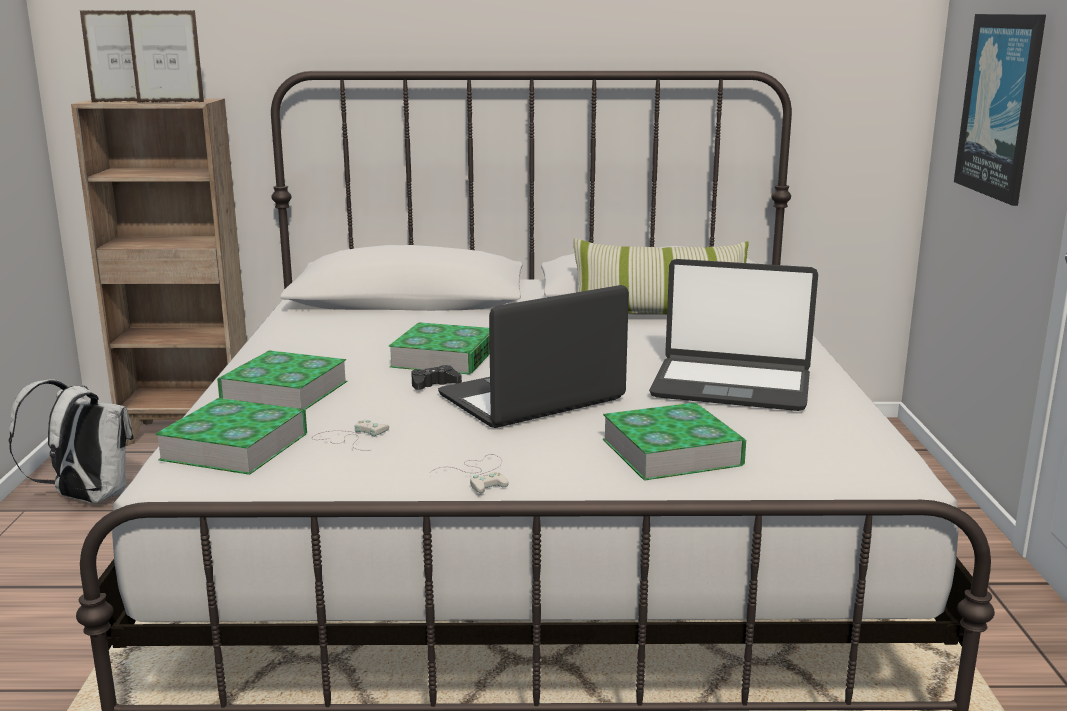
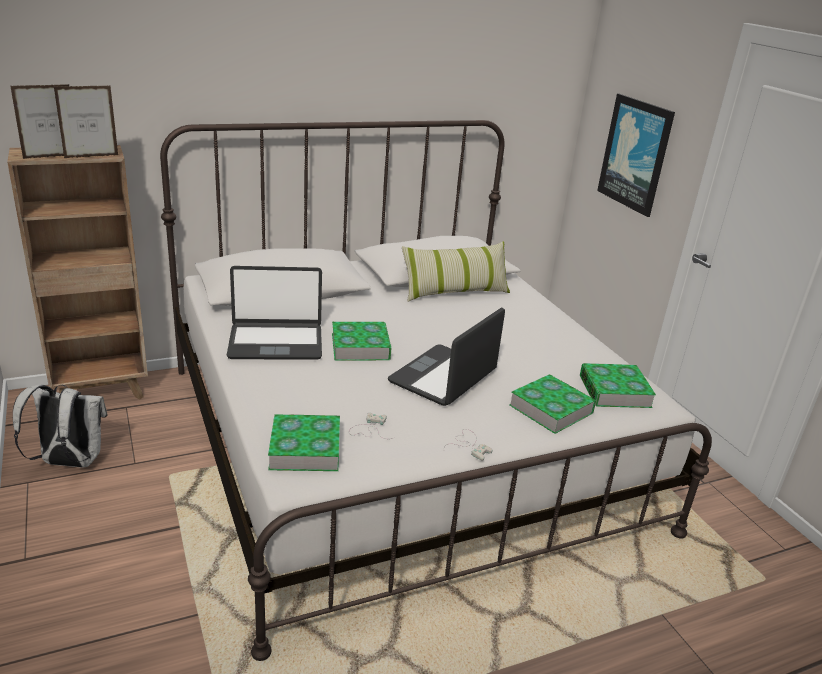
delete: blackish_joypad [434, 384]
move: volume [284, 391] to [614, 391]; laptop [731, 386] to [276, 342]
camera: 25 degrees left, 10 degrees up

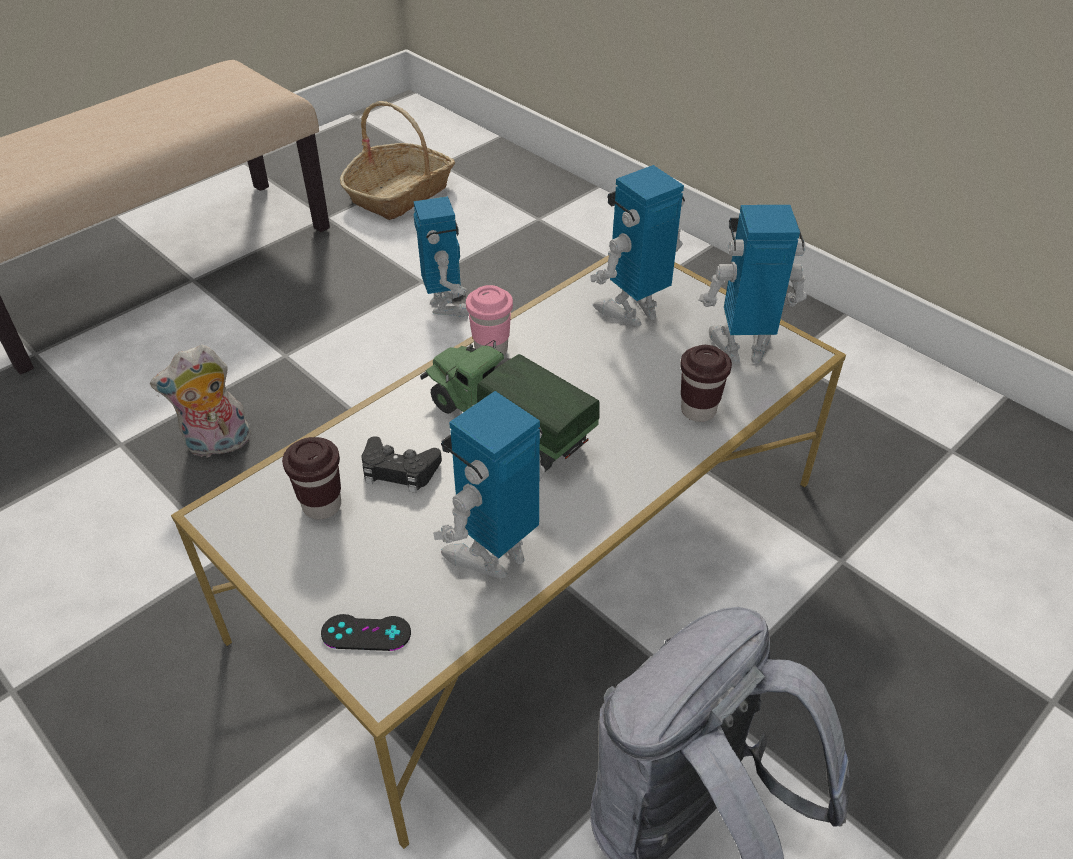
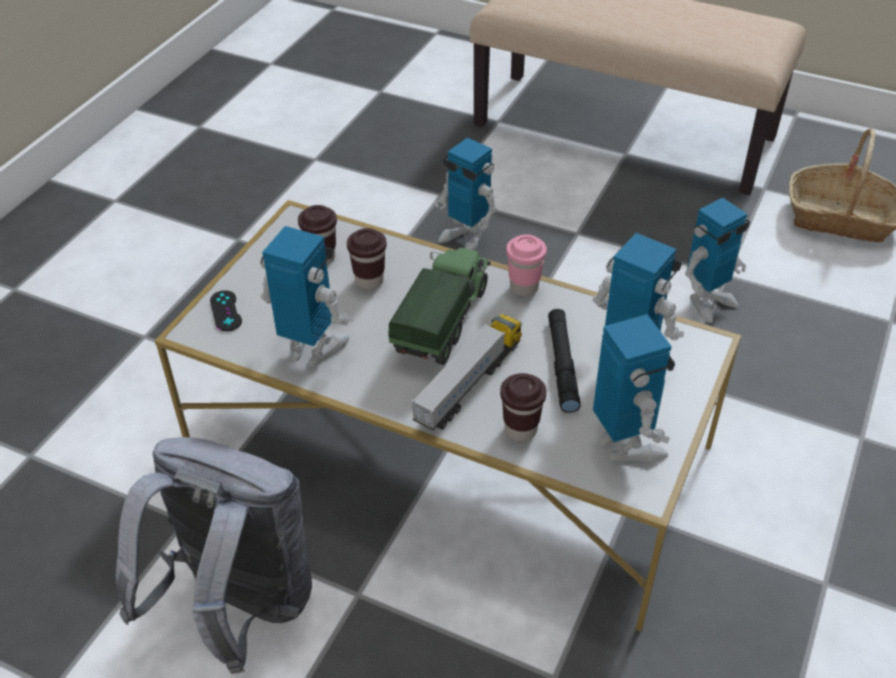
insert: toy_lorry [469, 384]; blackish_flashlight [562, 365]
replace: soft_toy [218, 445] to robot_figure [465, 238]; blackish_joypad [399, 470] to brown_cup [369, 281]
camera: 70 degrees right, 0 degrees up

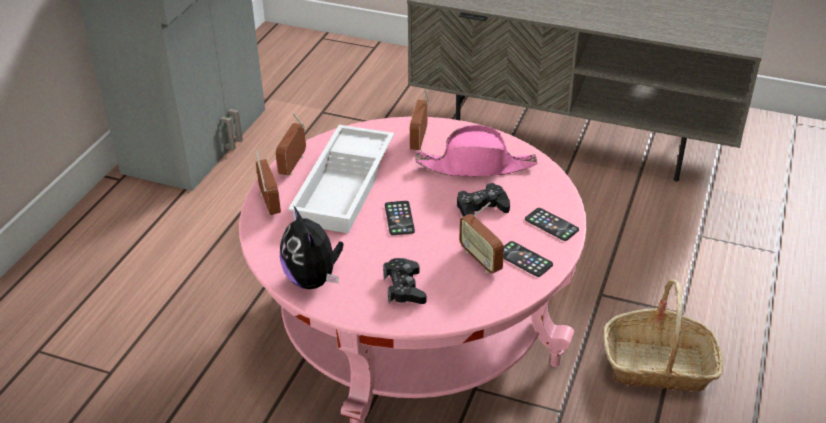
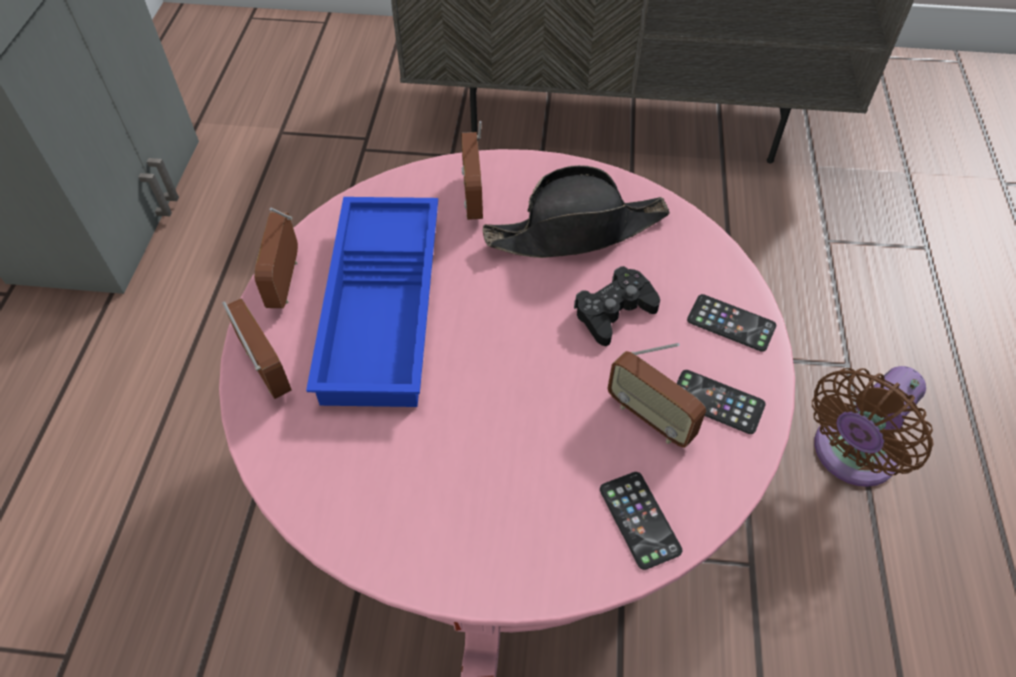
delete: soft_toy [313, 280]; blackish_joypad [404, 288]
move: phone [399, 218] to [639, 520]
replace: storage_basket [659, 365] to brown_cooling_fan [849, 455]
recolor: white-coloured_tray [346, 186] to blue-coloured_tray [385, 309]; pink-coloured_wearable_hat [476, 166] to blackish_wearable_hat [577, 231]
camera: 15 degrees left, 15 degrees up

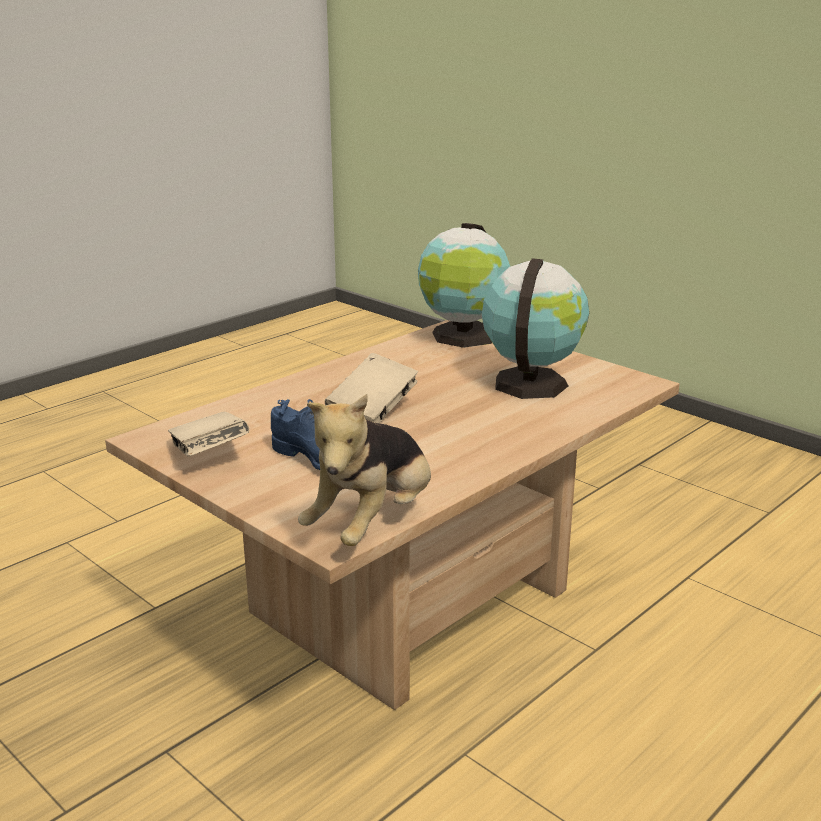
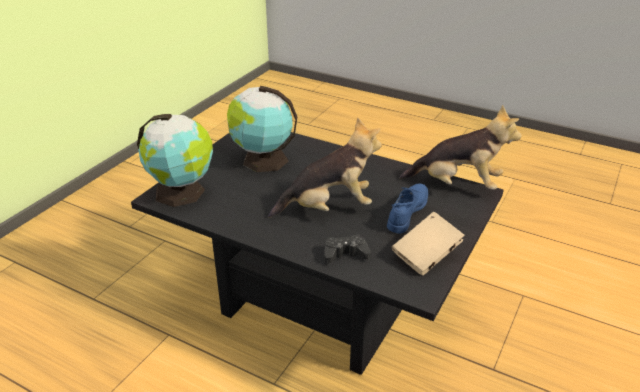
insert: blackish_joypad [345, 254]
replace: beige-coloured_volume [372, 410] to soft_toy [329, 207]
recolor: beige-coloured_low_table [410, 601] to blackish_low_table [319, 302]
camera: 105 degrees left, 10 degrees up

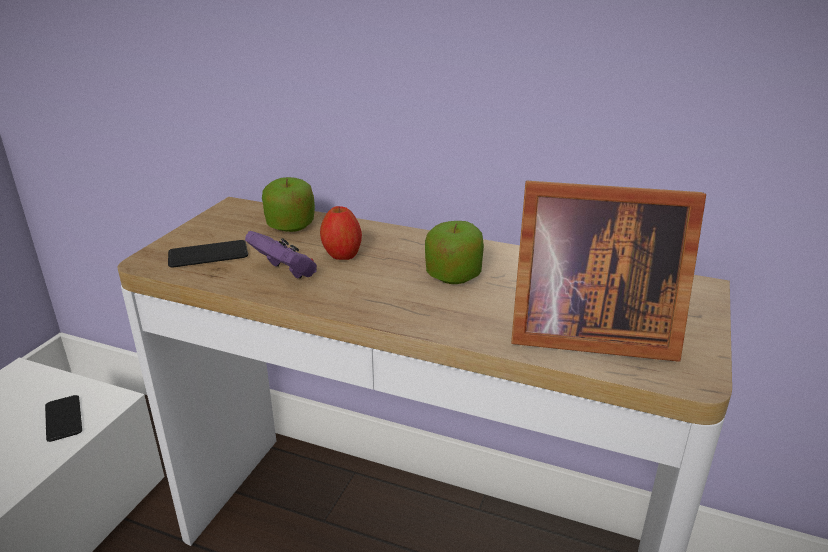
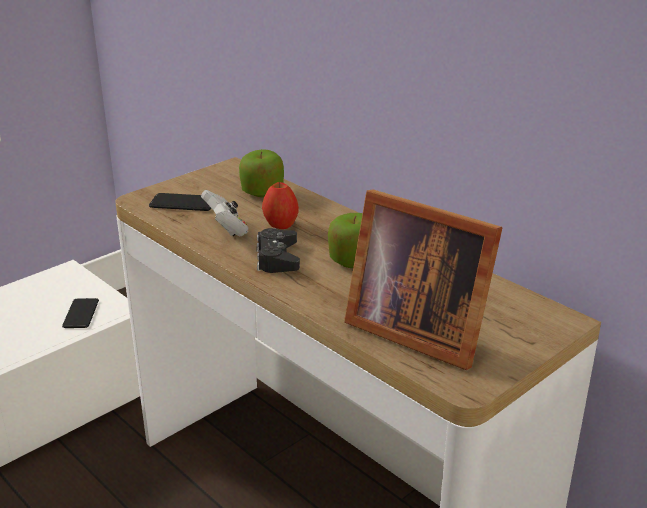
insert: blackish_joypad [277, 258]
recolor: purplish_joypad [285, 273] to white-coloured_joypad [226, 230]
camera: 25 degrees right, 0 degrees up

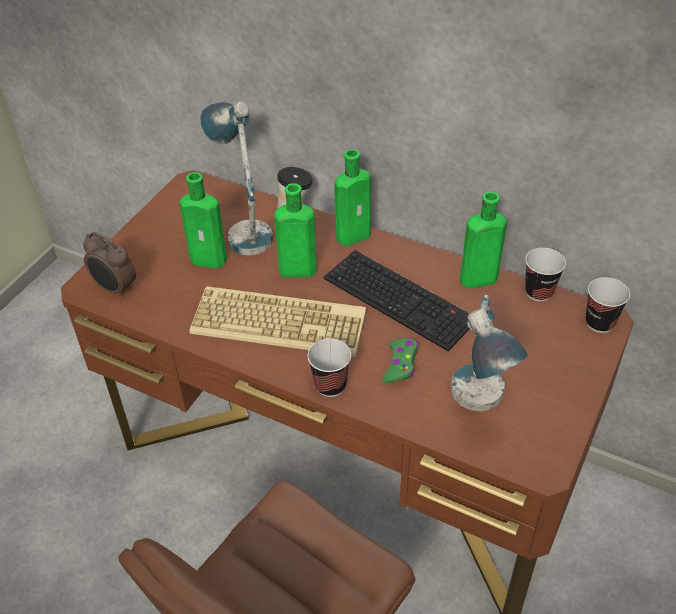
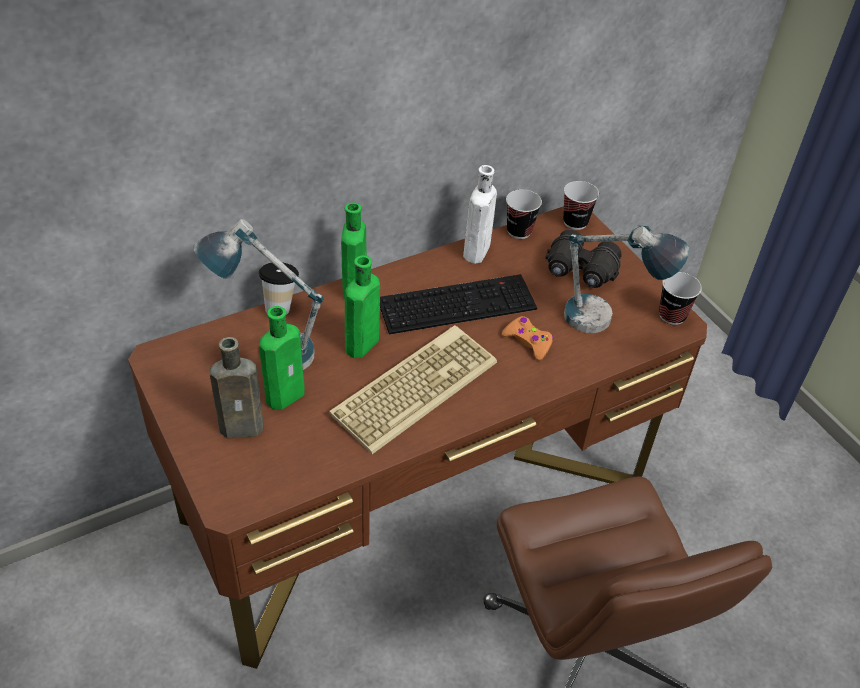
delete: bedside_clock [115, 289]
insert: brown_bottle [245, 427]; blackish_field_glasses [580, 271]
move: cup [330, 385] to [672, 315]
recolor: green_joypad [400, 365] to orange-coloured_joypad [528, 342]; green_bottle [476, 280] to white-coloured_bottle [476, 253]
camera: 60 degrees left, 0 degrees up

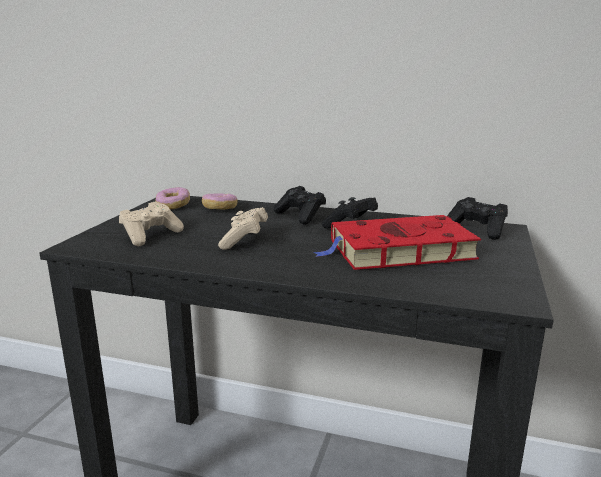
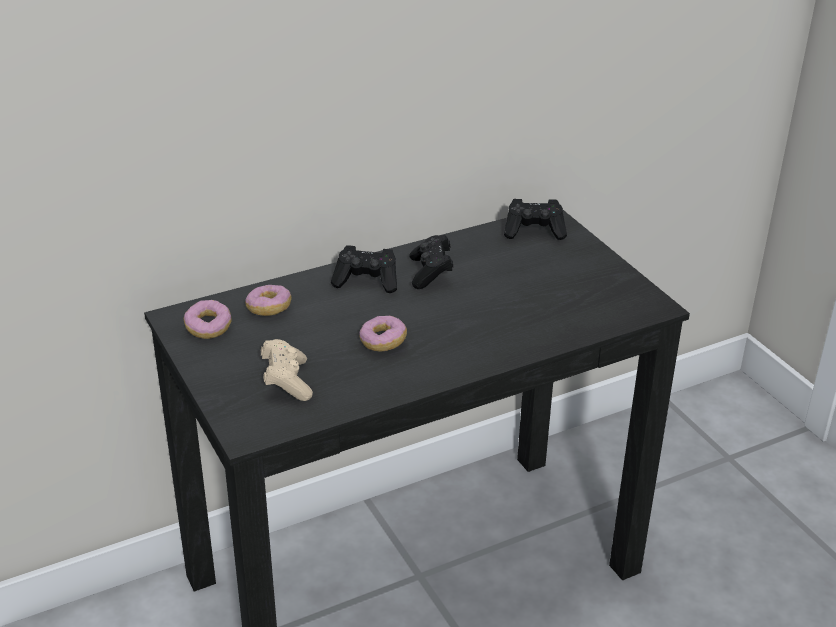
delete: red_volume [397, 251]
replace: beige-coloured_joypad [244, 241] to ring_doughnut [383, 342]
camera: 45 degrees left, 15 degrees up

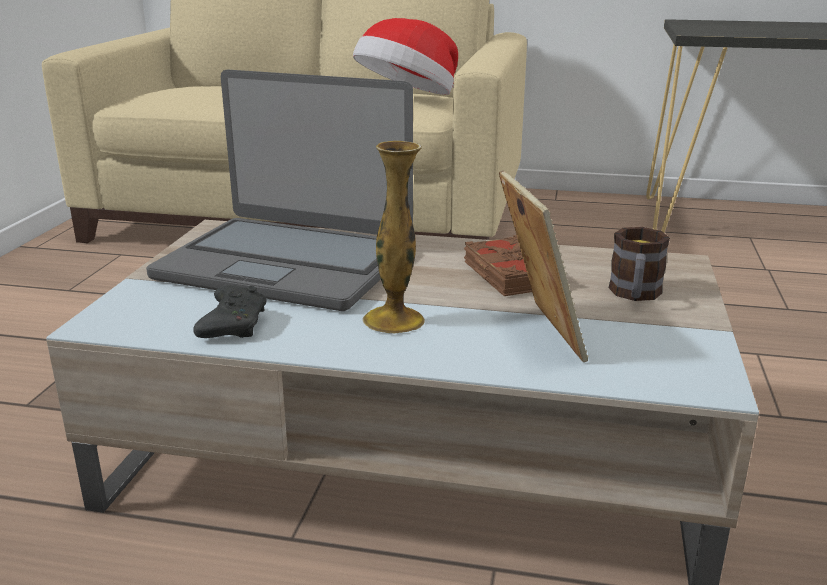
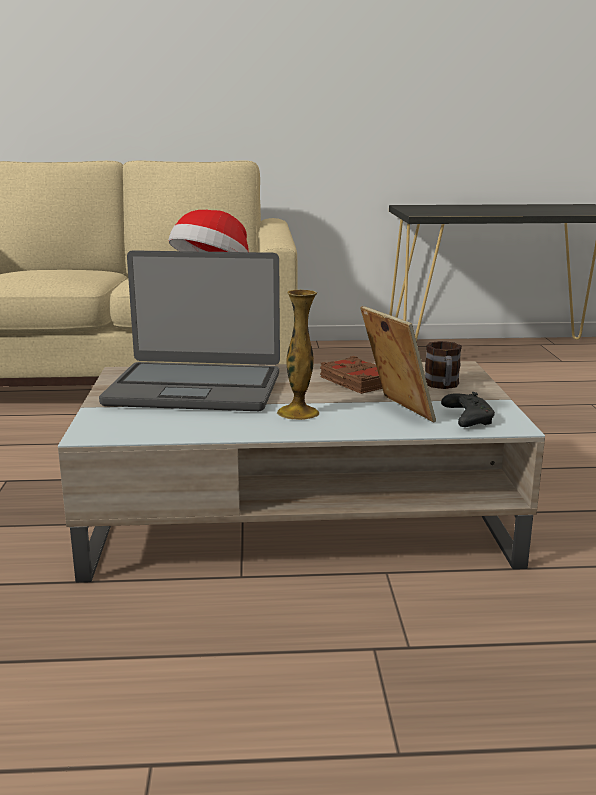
move: blackish_joypad [233, 324] to [467, 419]
camera: 15 degrees left, 5 degrees down

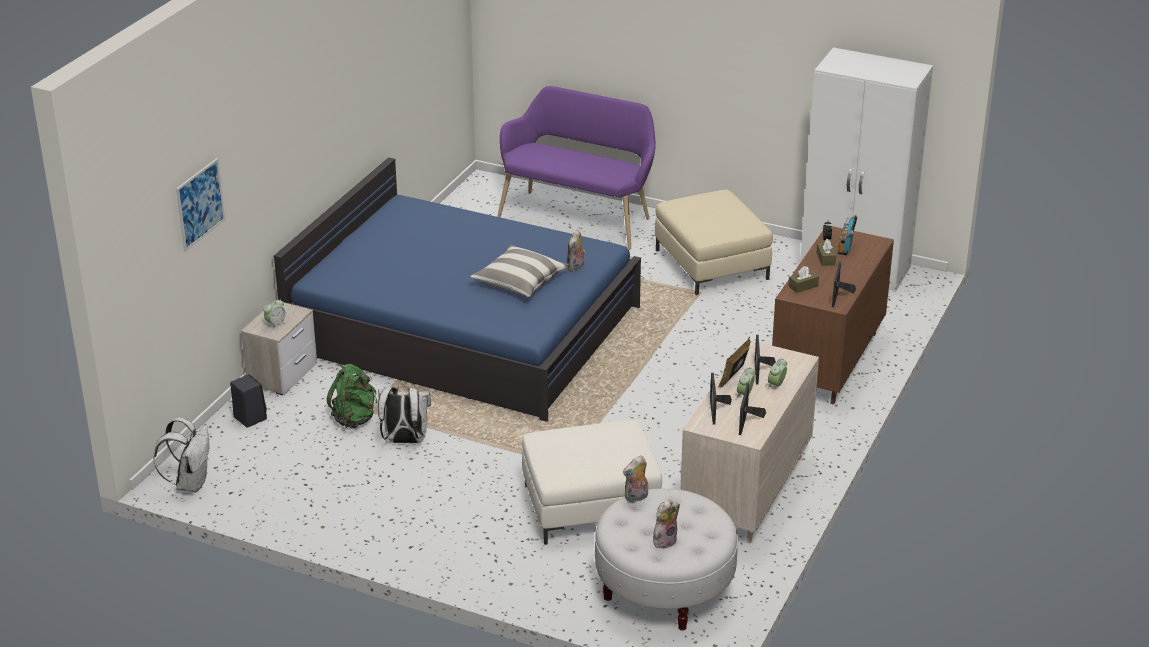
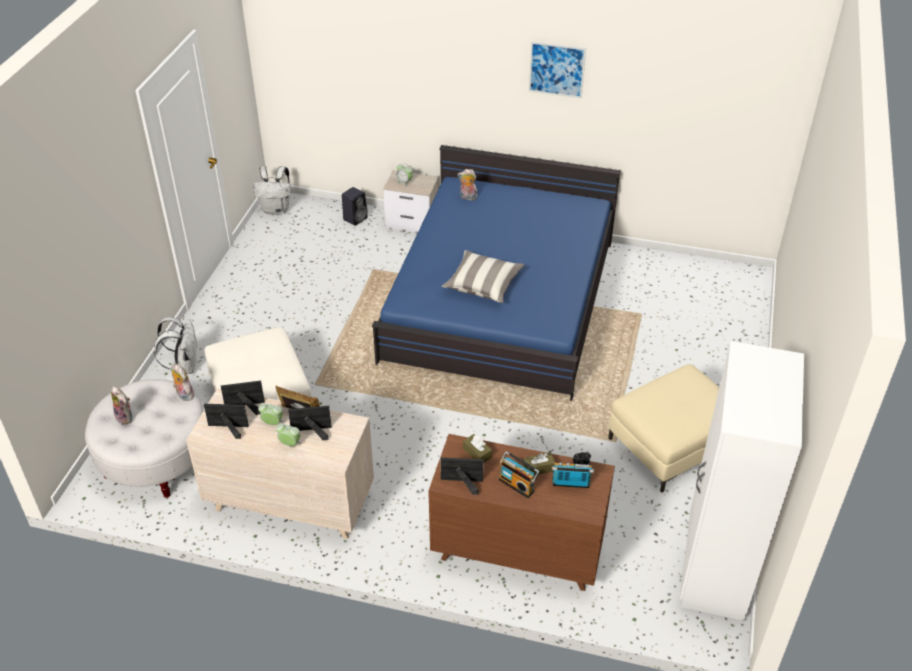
delete: green_knapsack [354, 418]; purplish_bench [579, 217]
insert: radio_receiver [517, 484]
move: wall_picture [200, 204] to [556, 69]; white-coloured_knapsack [404, 441] to [184, 366]; soft_toy [576, 267] to [467, 197]
camera: 80 degrees right, 10 degrees up

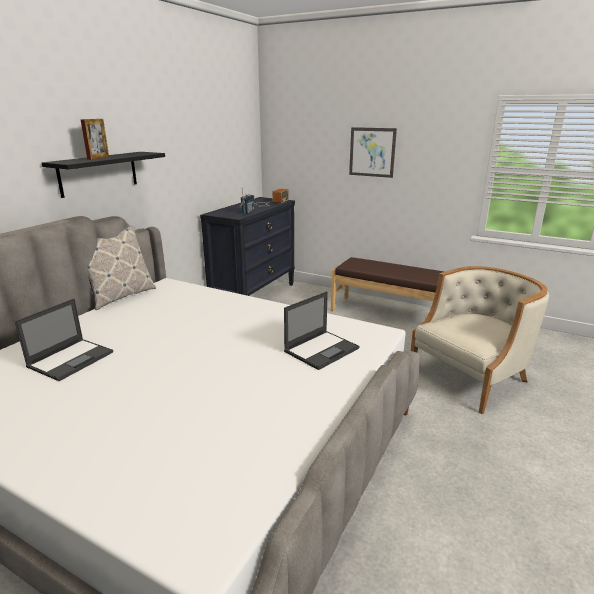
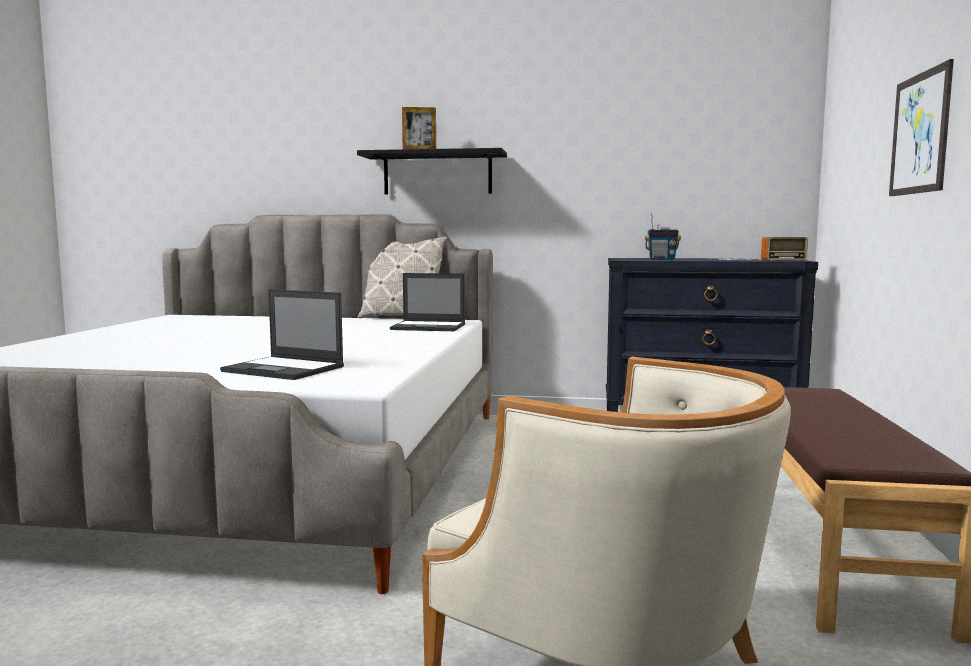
move: laptop [71, 359] to [429, 327]
camera: 70 degrees right, 15 degrees down

